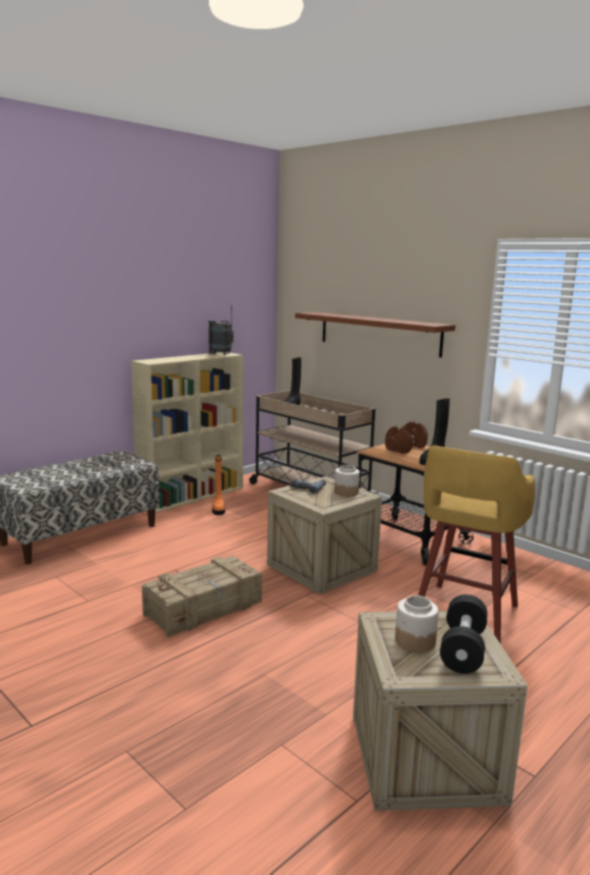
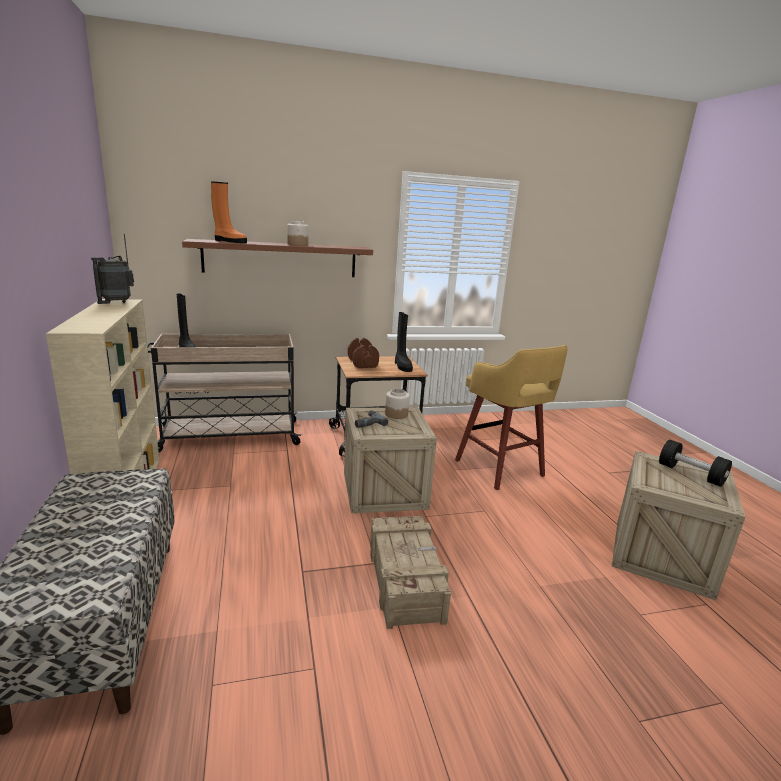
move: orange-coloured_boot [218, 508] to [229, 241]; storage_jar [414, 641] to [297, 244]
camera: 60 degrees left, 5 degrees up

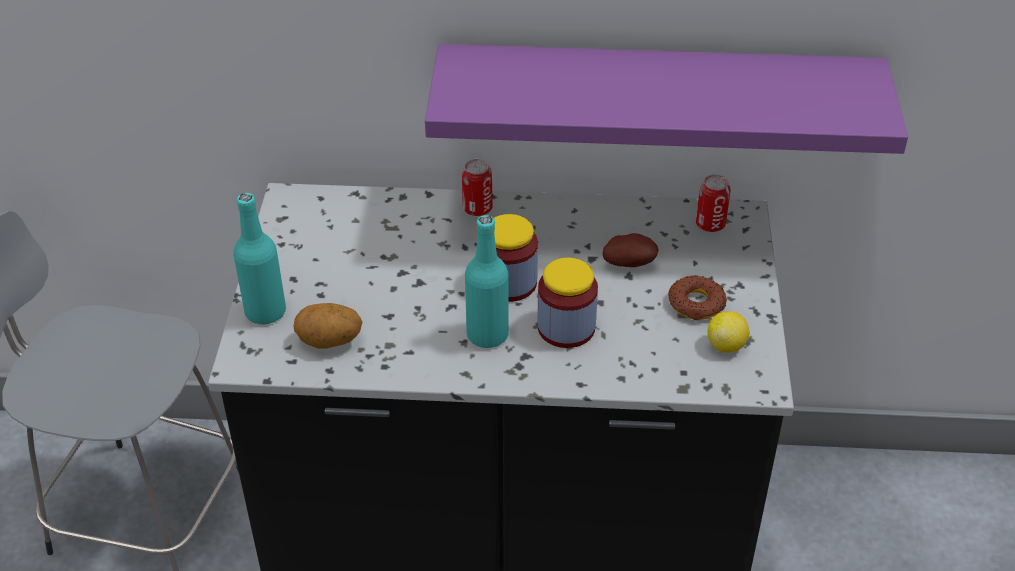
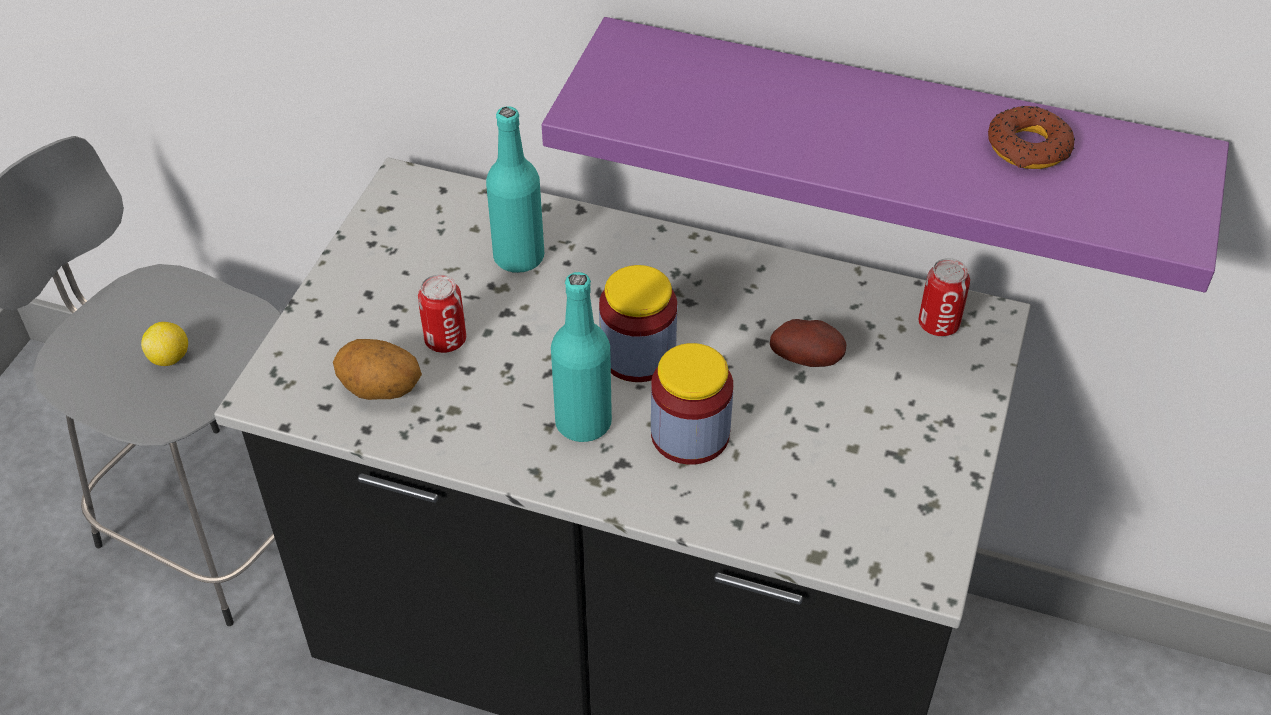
move: blue-green_bottle [265, 312] to [519, 257]; metal_can [477, 208] to [445, 340]; ring_doughnut [696, 303] to [1028, 147]; citrus_fruit [726, 345] to [170, 358]
camera: 15 degrees right, 5 degrees up

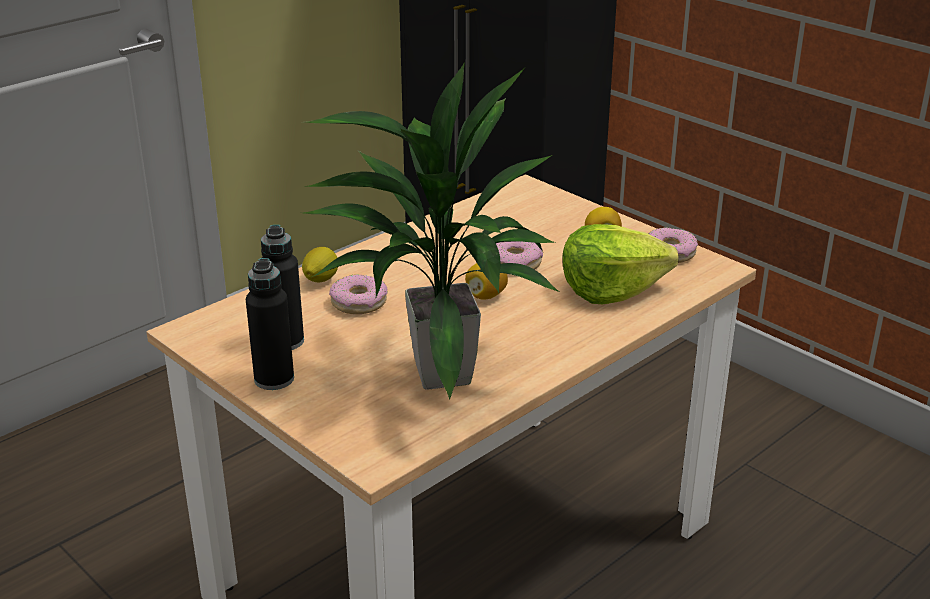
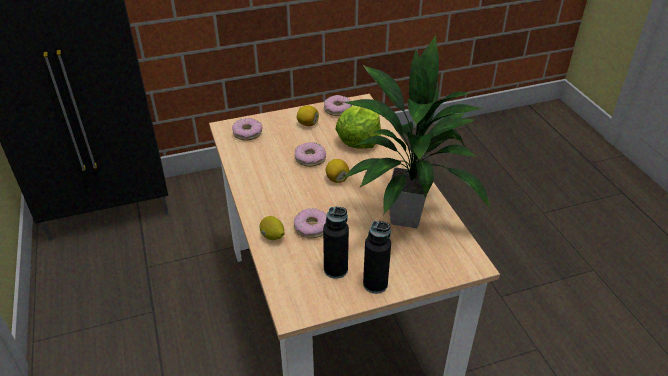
insert: ring_doughnut [247, 133]
camera: 65 degrees left, 10 degrees up

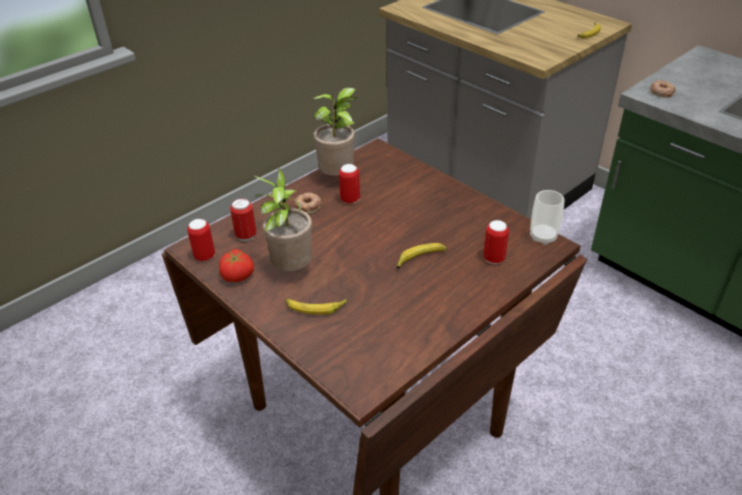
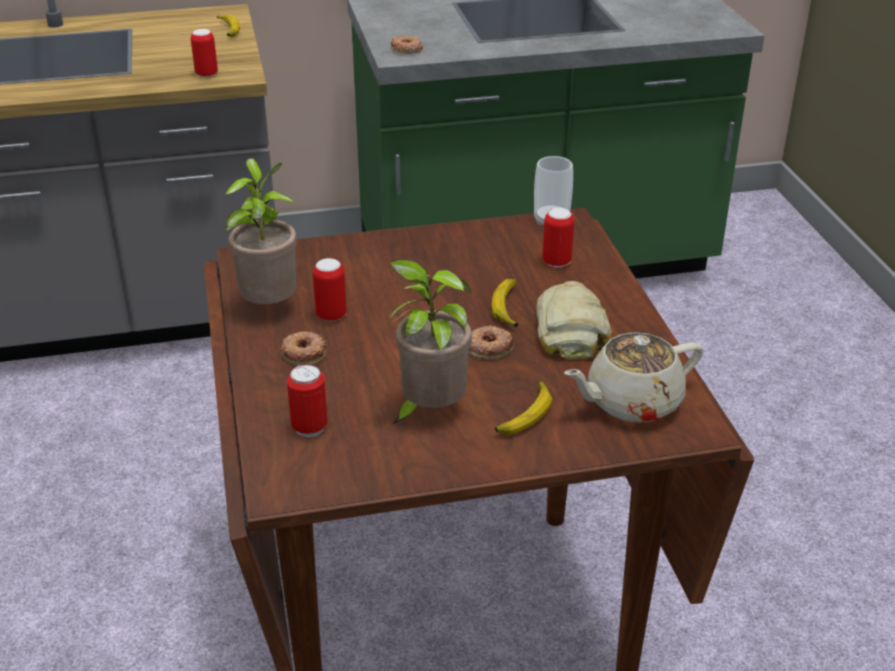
delete: whole_tomato [238, 275]
insert: ring_doughnut [488, 347]; bakery_bread [572, 330]; beige-coloured_tea_pot [631, 402]
move: metal_can [205, 256] to [206, 74]
camera: 60 degrees left, 5 degrees down

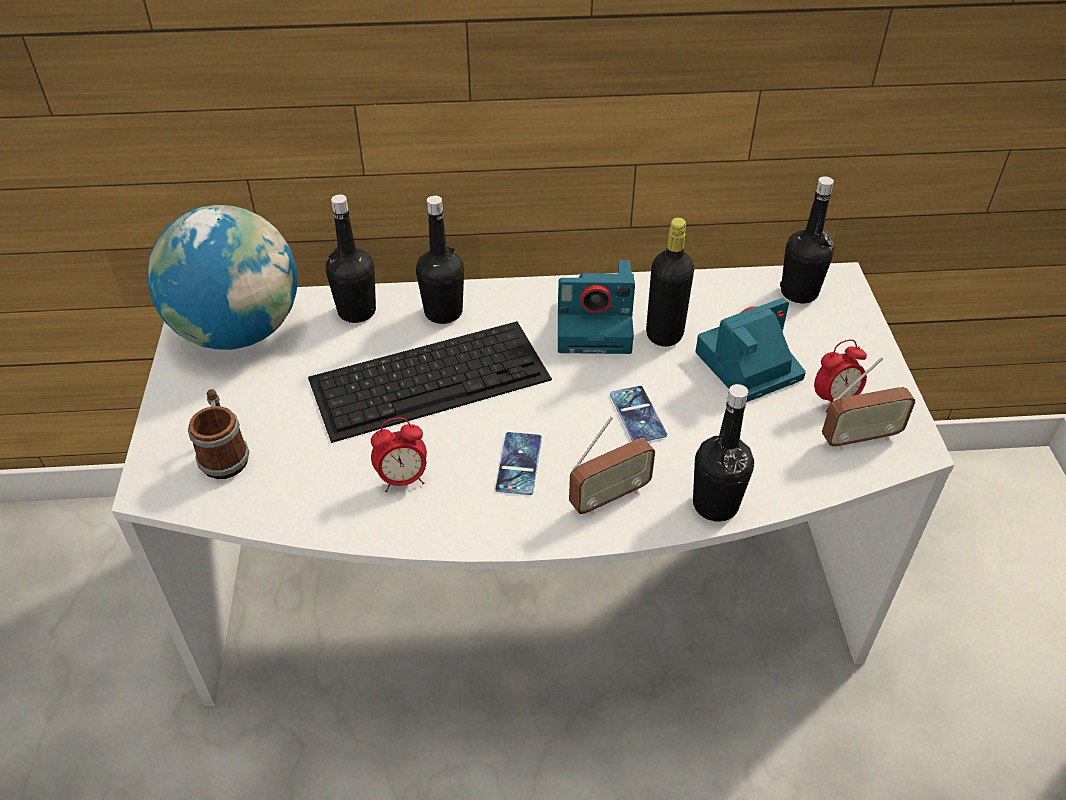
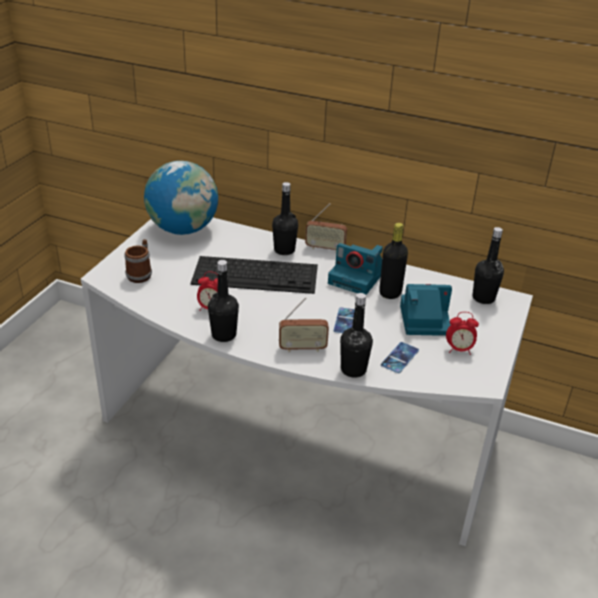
move: blackish_bottle [357, 311] to [224, 335]; phone [519, 463] to [399, 358]; radio_receiver [860, 438] to [325, 248]
camera: 25 degrees right, 10 degrees down

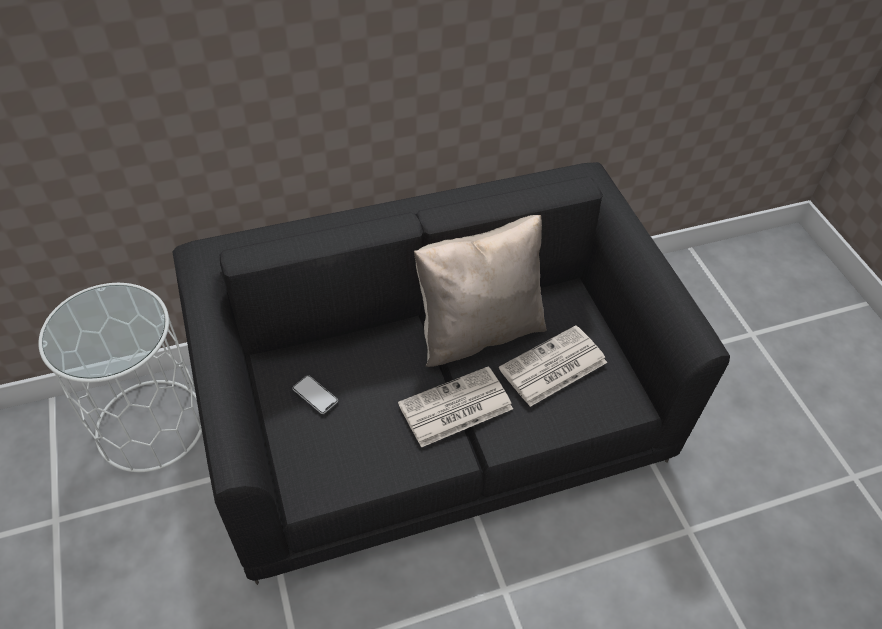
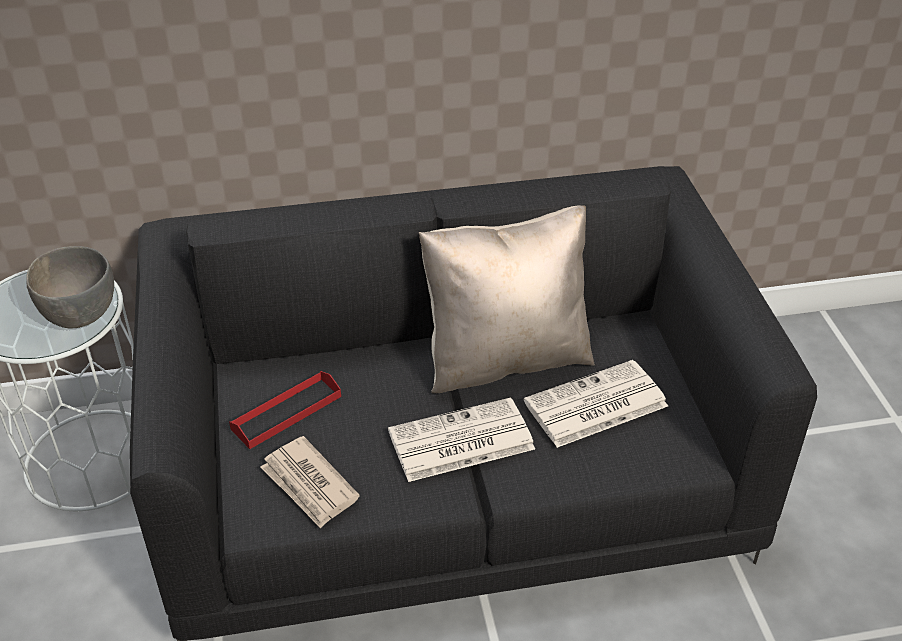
insert: gray_bowl [80, 314]; daily_paper [309, 485]
replace: phone [315, 395] to red_tray [286, 412]
camera: 10 degrees right, 10 degrees down

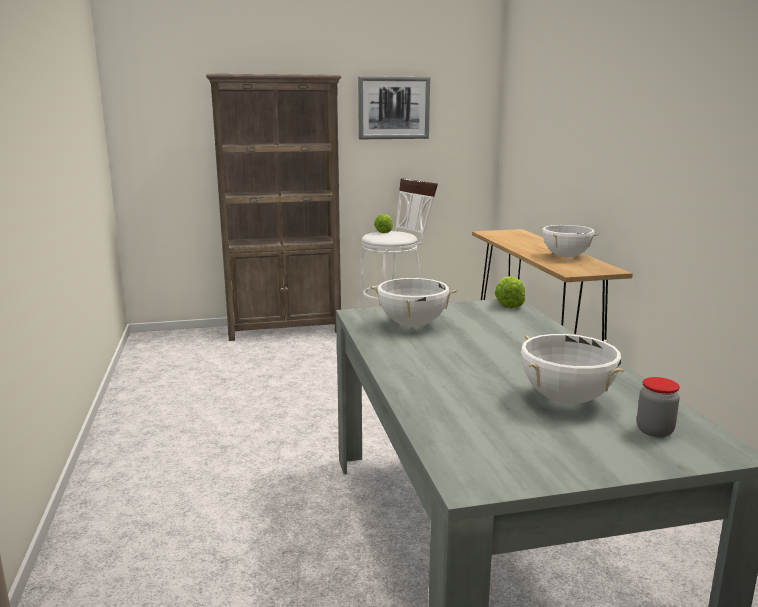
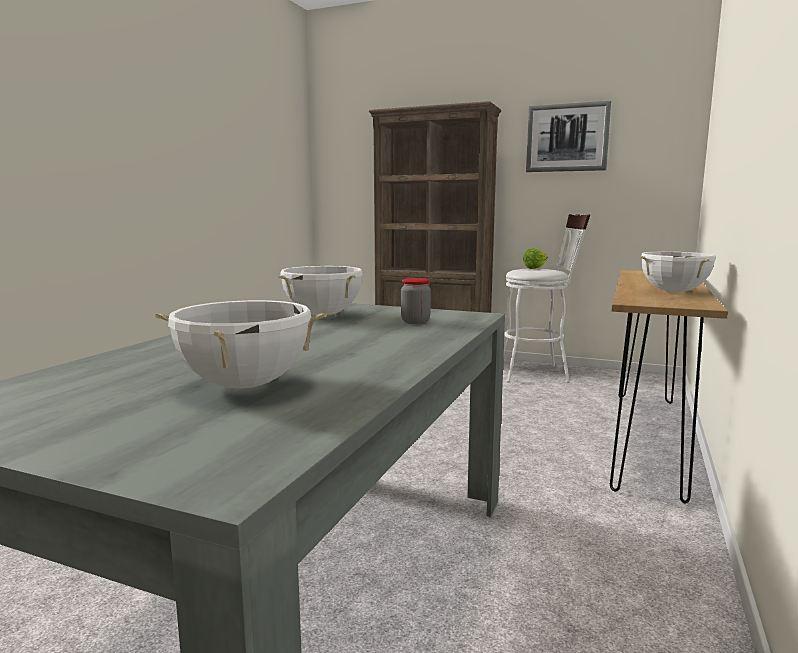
delete: lettuce_head [509, 303]
move: storage_jar [654, 431] to [415, 321]
camera: 35 degrees right, 5 degrees down

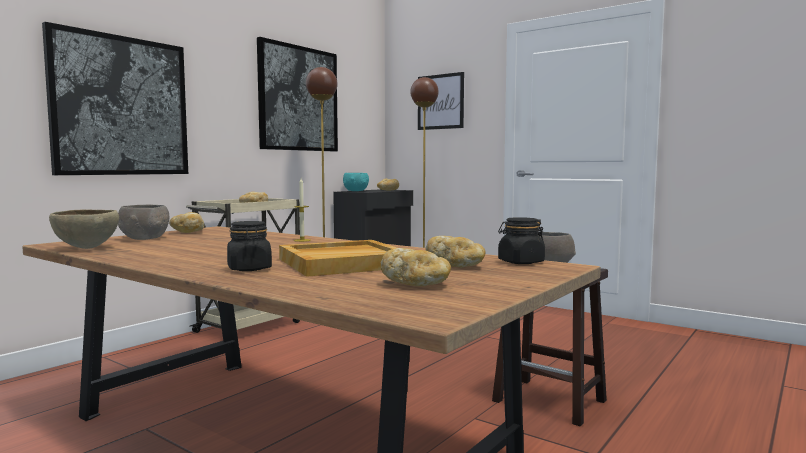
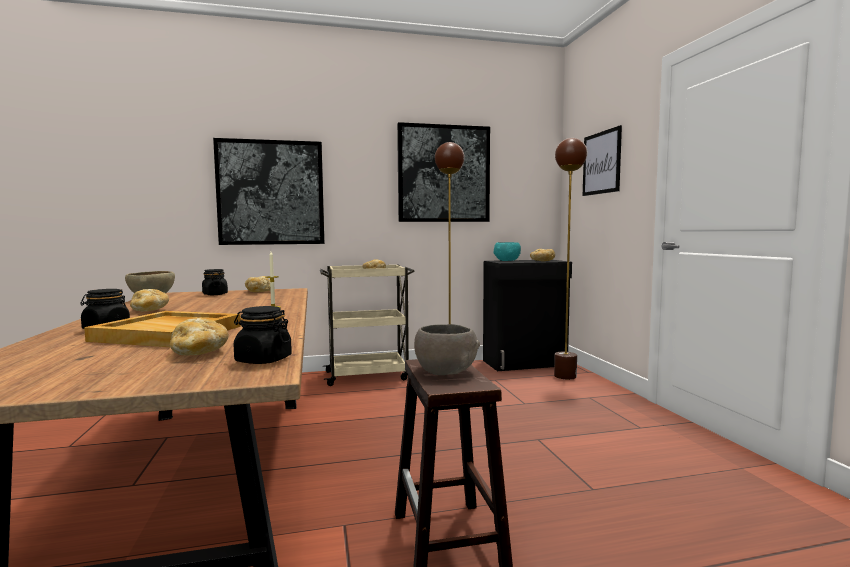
move: bakery_bread [416, 284] to [149, 310]
replace: gray_bowl [145, 238] to blackish_storage_jar [215, 294]
camera: 40 degrees right, 0 degrees up

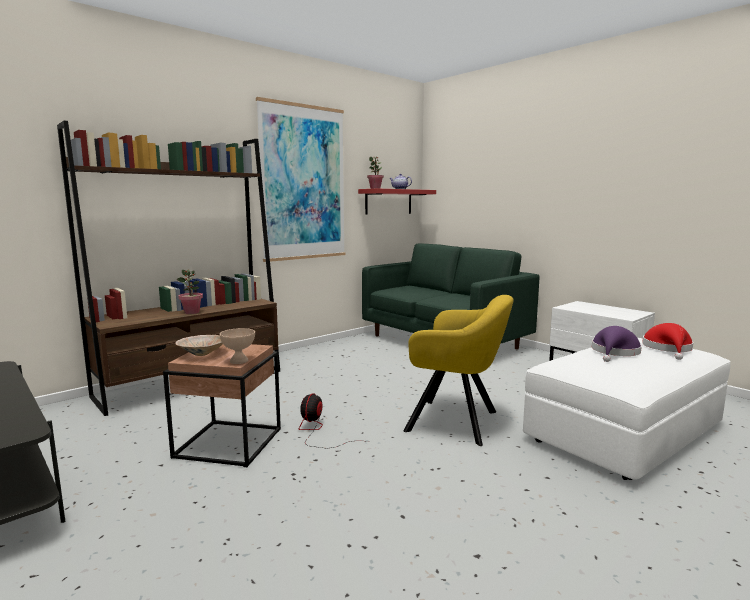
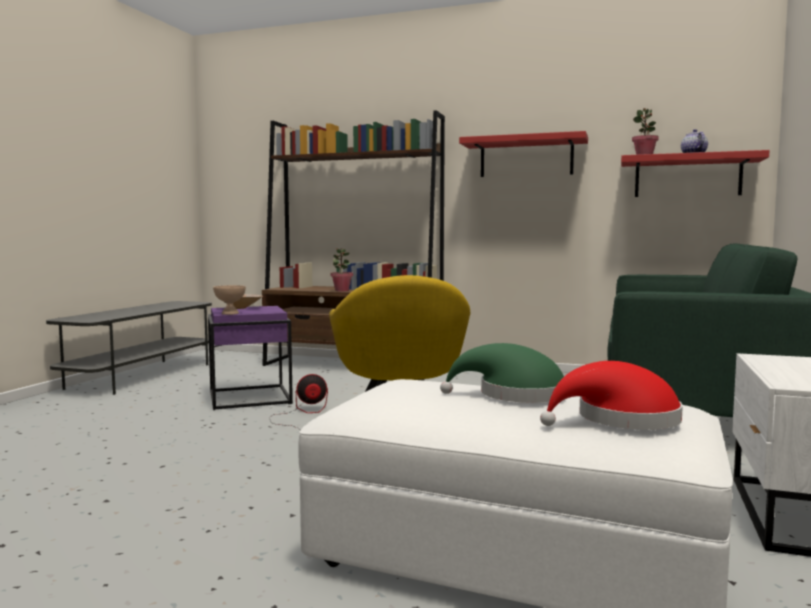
replace: wall_picture [303, 183] to red_wall_shelf [526, 157]
recolor: brown_end_table [228, 443] to purplish_end_table [250, 397]; purplish_wearable_hat [614, 352] to green_wearable_hat [514, 395]
camera: 60 degrees right, 5 degrees down

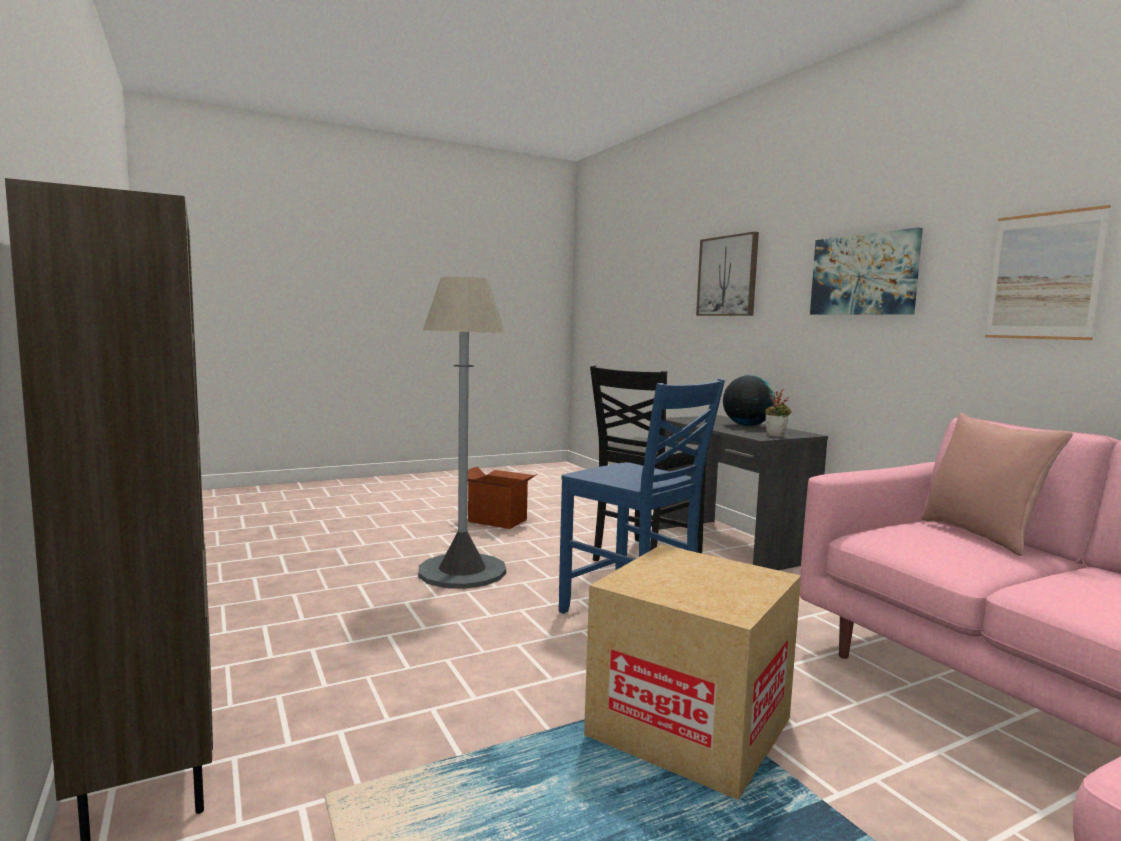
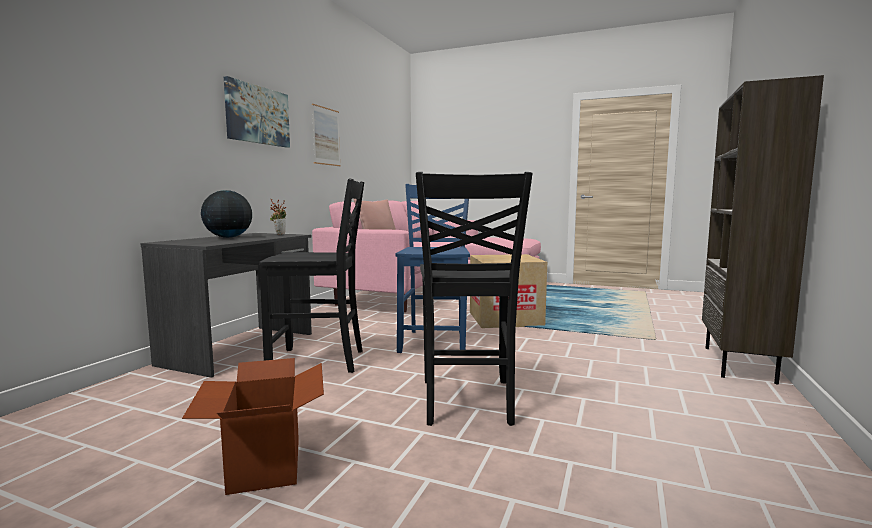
delete: wall_picture [727, 276]
replace: gray_standard_lamp [462, 571] to blackish_upright_chair [466, 402]
camera: 130 degrees left, 0 degrees up

